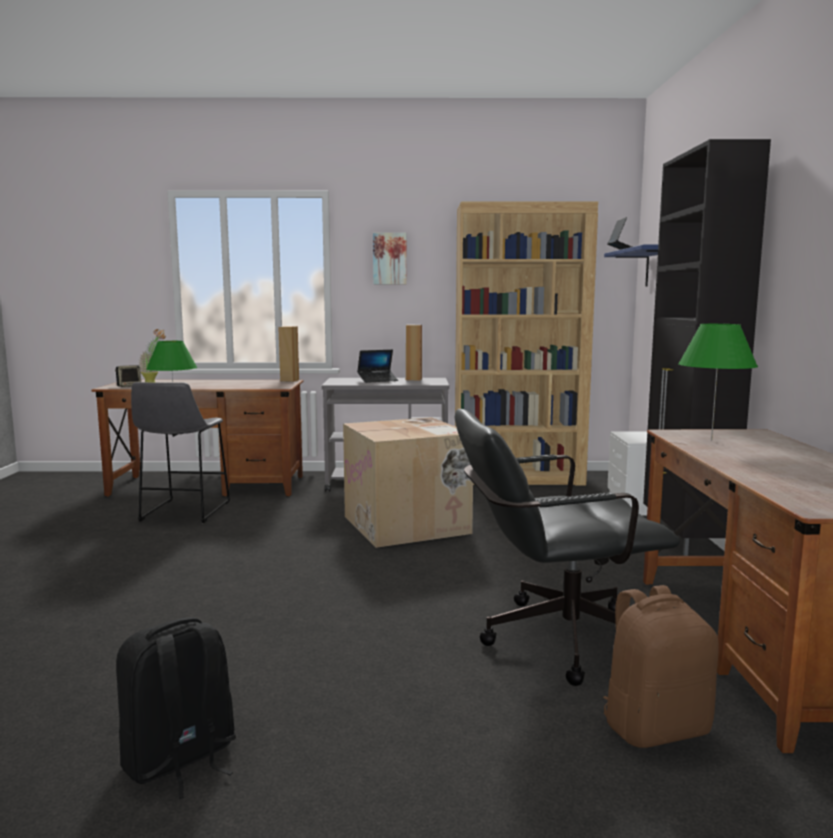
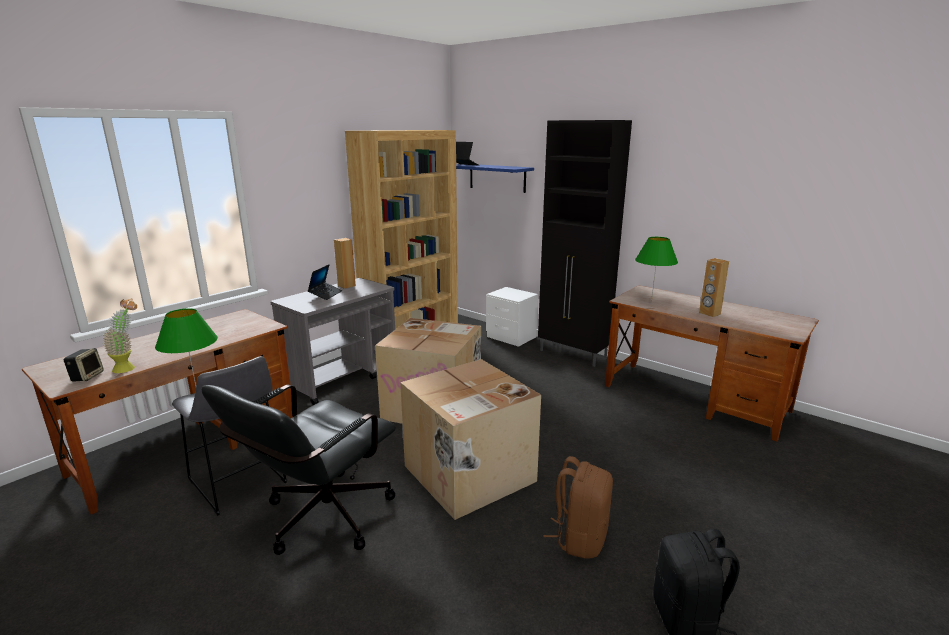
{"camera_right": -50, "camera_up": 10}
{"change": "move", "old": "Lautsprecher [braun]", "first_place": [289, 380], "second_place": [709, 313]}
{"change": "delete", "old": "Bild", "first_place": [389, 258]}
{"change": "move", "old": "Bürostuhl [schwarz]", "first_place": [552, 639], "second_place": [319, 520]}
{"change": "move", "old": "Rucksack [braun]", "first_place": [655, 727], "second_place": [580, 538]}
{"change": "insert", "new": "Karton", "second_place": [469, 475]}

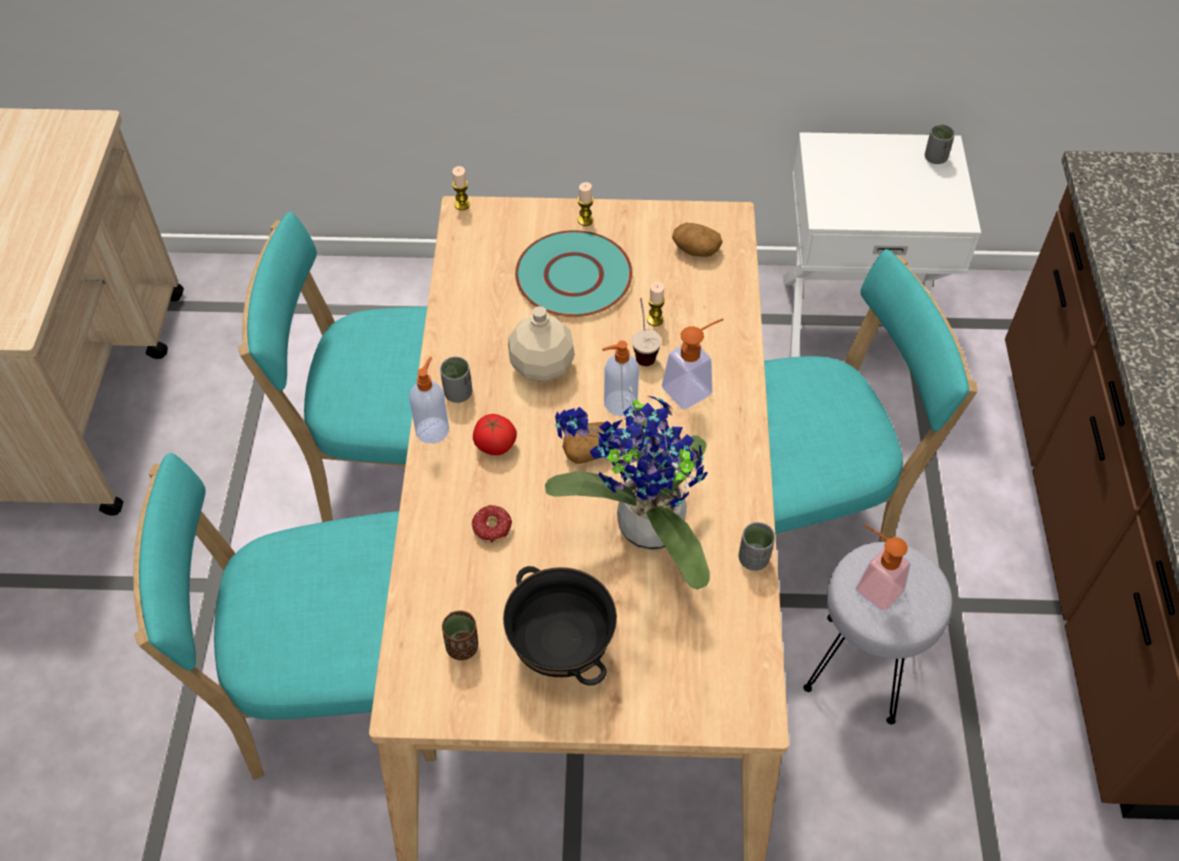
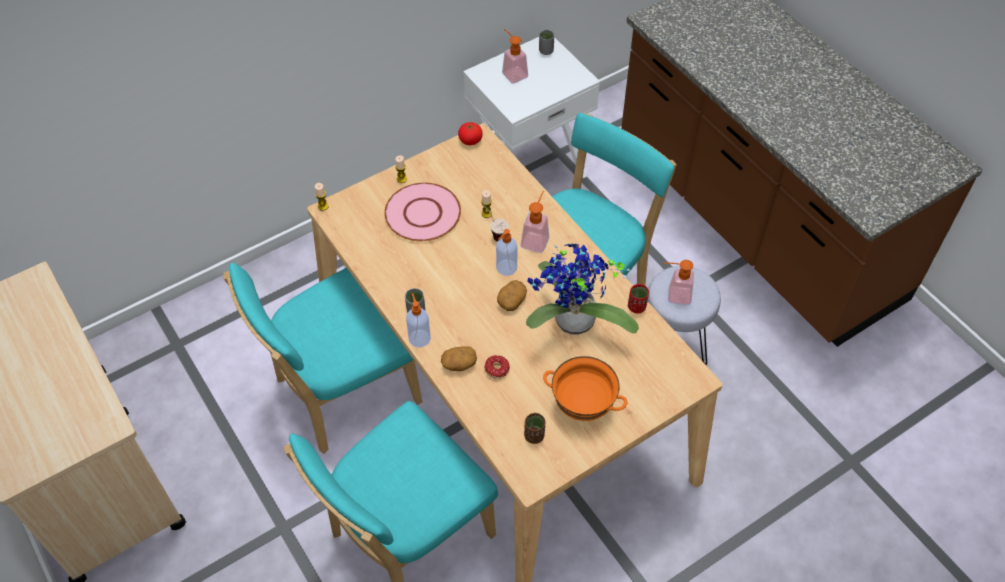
{"camera_right": -35, "camera_up": 0}
{"change": "move", "old": "Tomate", "first_place": [495, 445], "second_place": [470, 140]}
{"change": "recolor", "old": "Schüssel [schwarz]", "new": "Schüssel [orange]", "first_place": [562, 648], "second_place": [583, 405]}
{"change": "delete", "old": "Flasche [beige]", "first_place": [542, 365]}
{"change": "recolor", "old": "Teller [türkis]", "new": "Teller [rosa]", "first_place": [573, 276], "second_place": [422, 213]}
{"change": "move", "old": "Kartoffel", "first_place": [695, 249], "second_place": [459, 364]}
{"change": "recolor", "old": "Tasse [grau]", "new": "Tasse [rot]", "first_place": [753, 559], "second_place": [636, 307]}
{"change": "insert", "new": "Seifenspender", "second_place": [512, 73]}

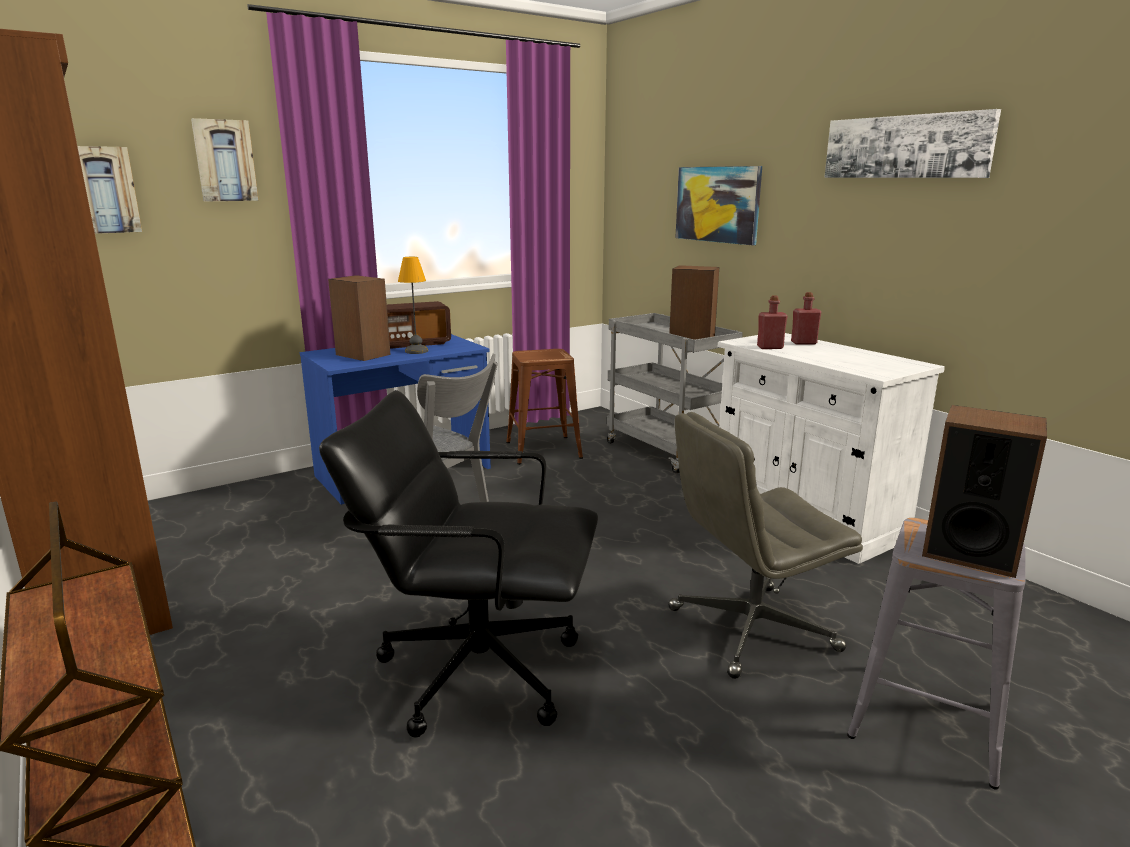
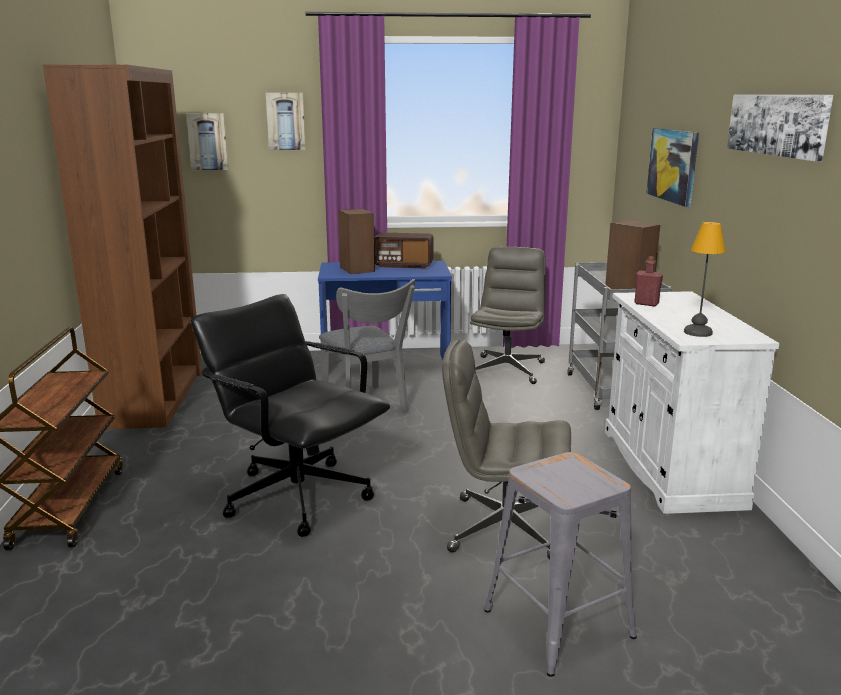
{"camera_right": 30, "camera_up": 0}
{"change": "move", "old": "Tischlampe", "first_place": [417, 351], "second_place": [698, 332]}
{"change": "replace", "old": "Hocker [braun]", "new": "Bürostuhl [grau]", "first_place": [543, 449], "second_place": [507, 369]}
{"change": "delete", "old": "Flasche [rot]", "first_place": [803, 343]}
{"change": "delete", "old": "Lautsprecher", "first_place": [969, 553]}

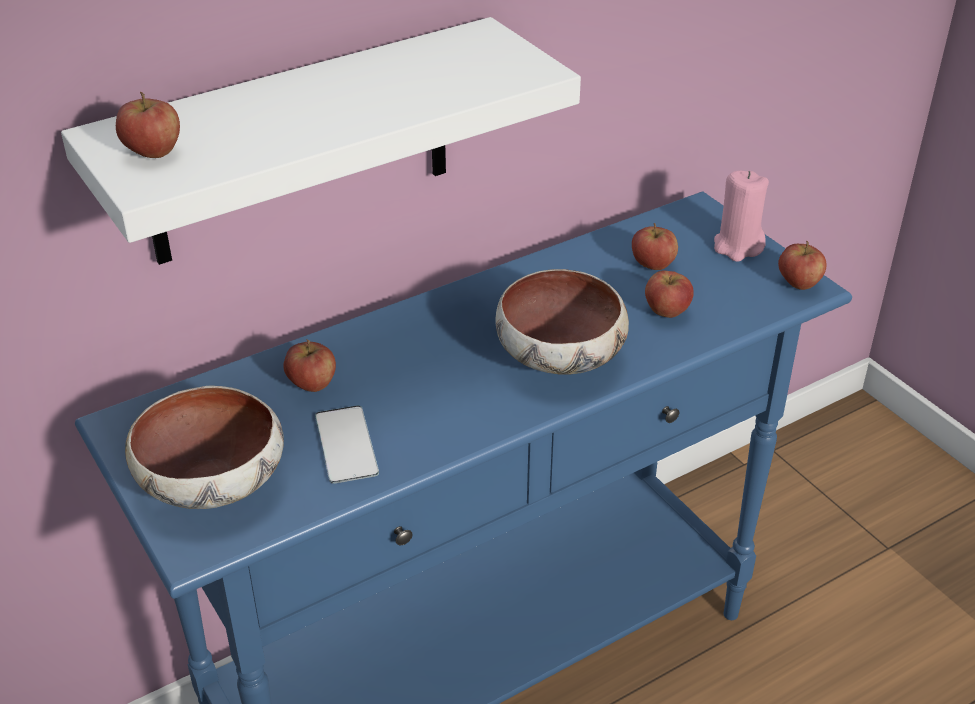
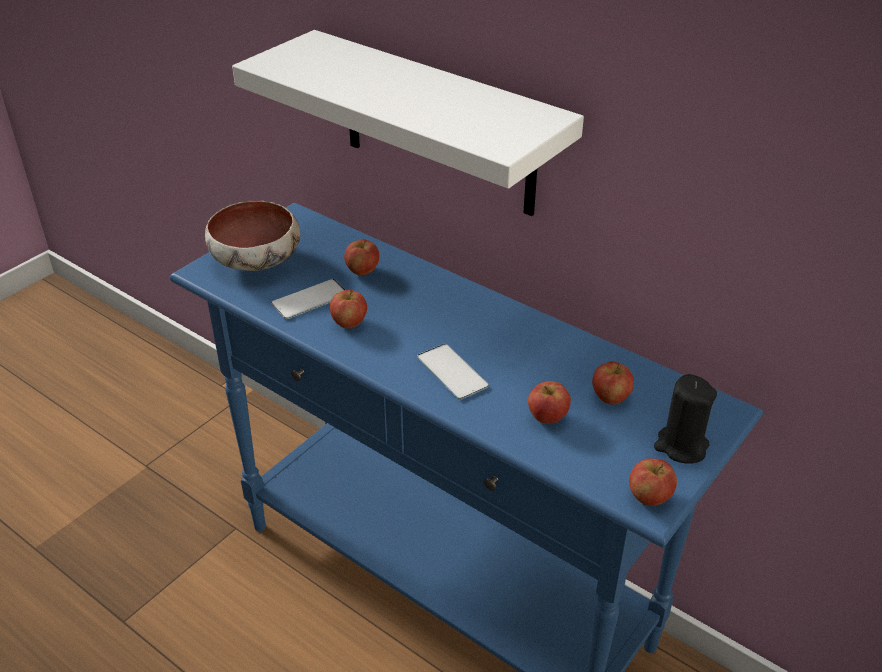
{"camera_right": 70, "camera_up": 0}
{"change": "move", "old": "Apfel", "first_place": [153, 153], "second_place": [349, 323]}
{"change": "replace", "old": "Schüssel", "new": "Handy", "first_place": [561, 357], "second_place": [452, 372]}
{"change": "recolor", "old": "Kerze [rosa]", "new": "Kerze [schwarz]", "first_place": [738, 246], "second_place": [681, 446]}

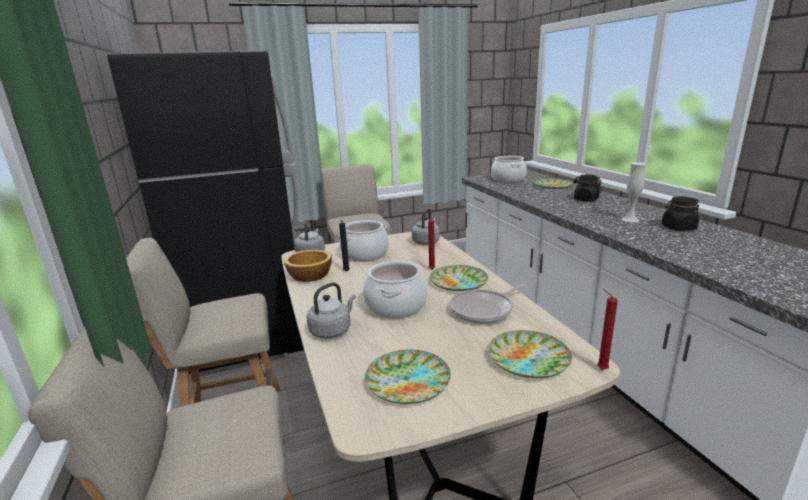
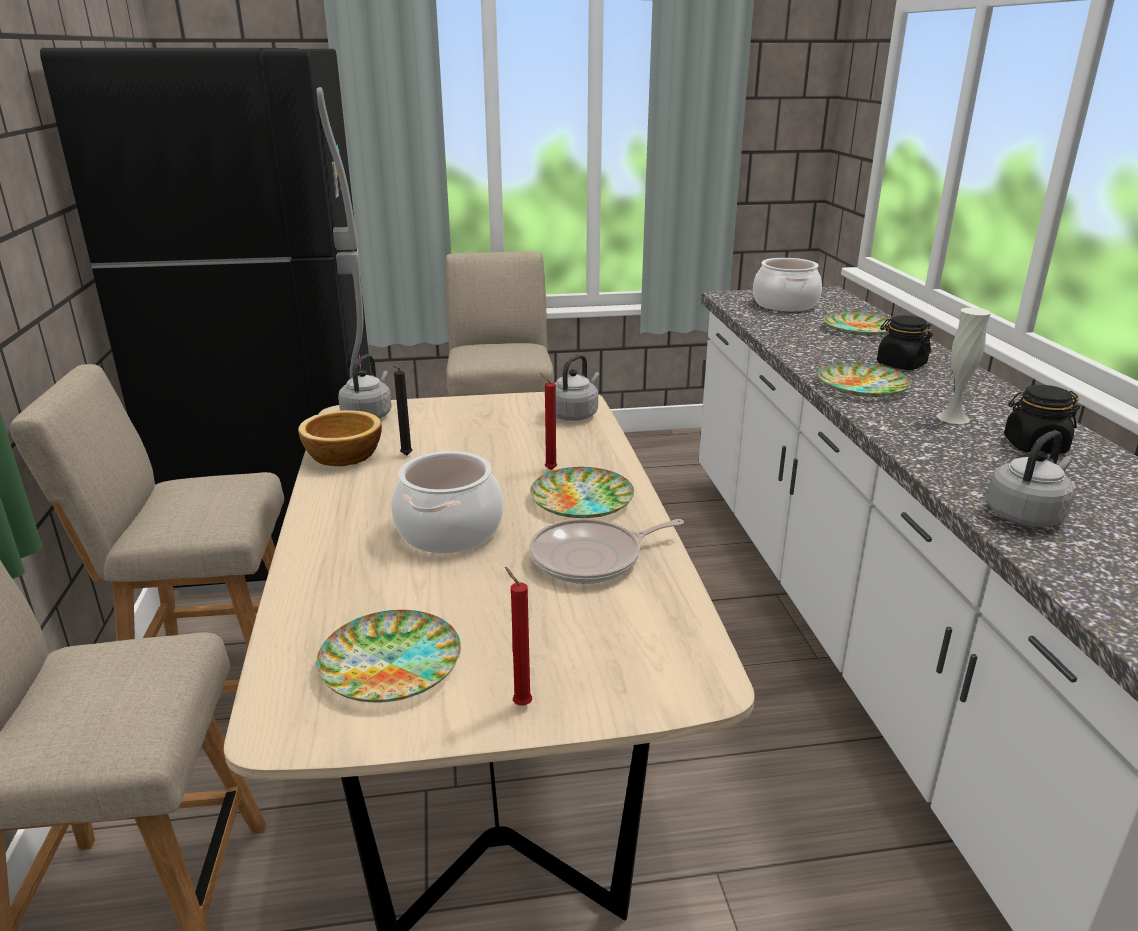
{"camera_right": 10, "camera_up": 5}
{"change": "move", "old": "Wasserkessel [grau]", "first_place": [332, 330], "second_place": [1026, 514]}
{"change": "delete", "old": "Kochtopf", "first_place": [365, 255]}
{"change": "move", "old": "Teller", "first_place": [529, 359], "second_place": [863, 386]}
{"change": "move", "old": "Kerze [rot]", "first_place": [600, 369], "second_place": [520, 703]}

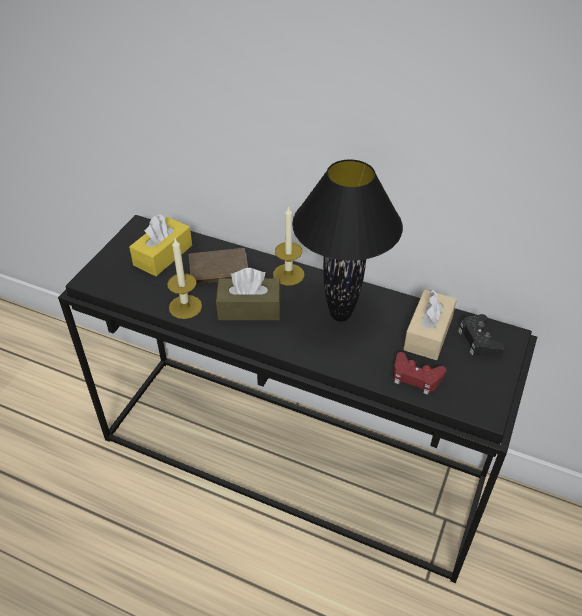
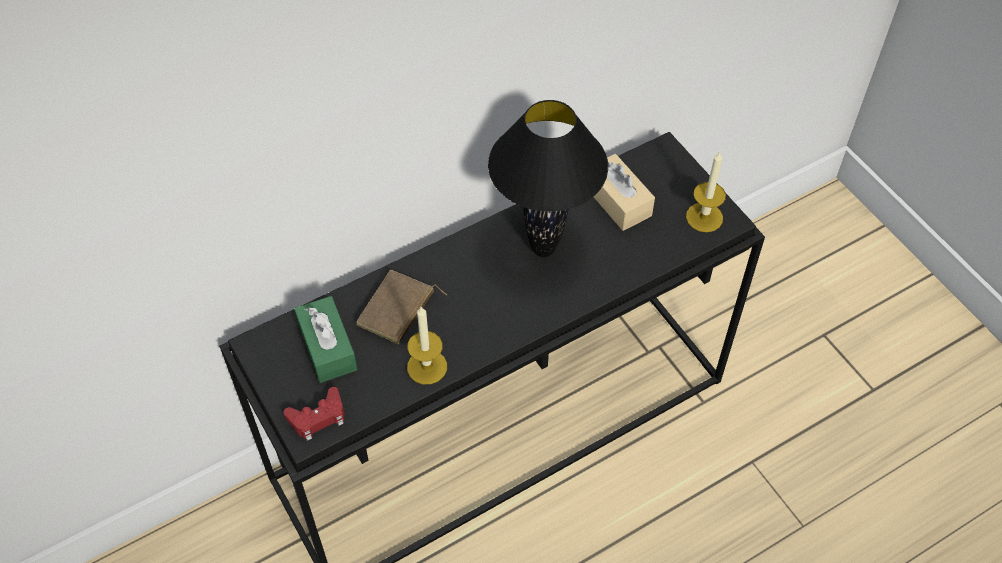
{"camera_right": -55, "camera_up": 10}
{"change": "recolor", "old": "Taschentuchbox [gelb]", "new": "Taschentuchbox [grün]", "first_place": [163, 255], "second_place": [327, 347]}
{"change": "delete", "old": "Taschentuchbox [braun]", "first_place": [249, 309]}
{"change": "move", "old": "Kerze", "first_place": [288, 274], "second_place": [704, 217]}
{"change": "move", "old": "Gamepad [rot]", "first_place": [416, 377], "second_place": [318, 417]}
{"change": "delete", "old": "Gamepad [schwarz]", "first_place": [478, 340]}

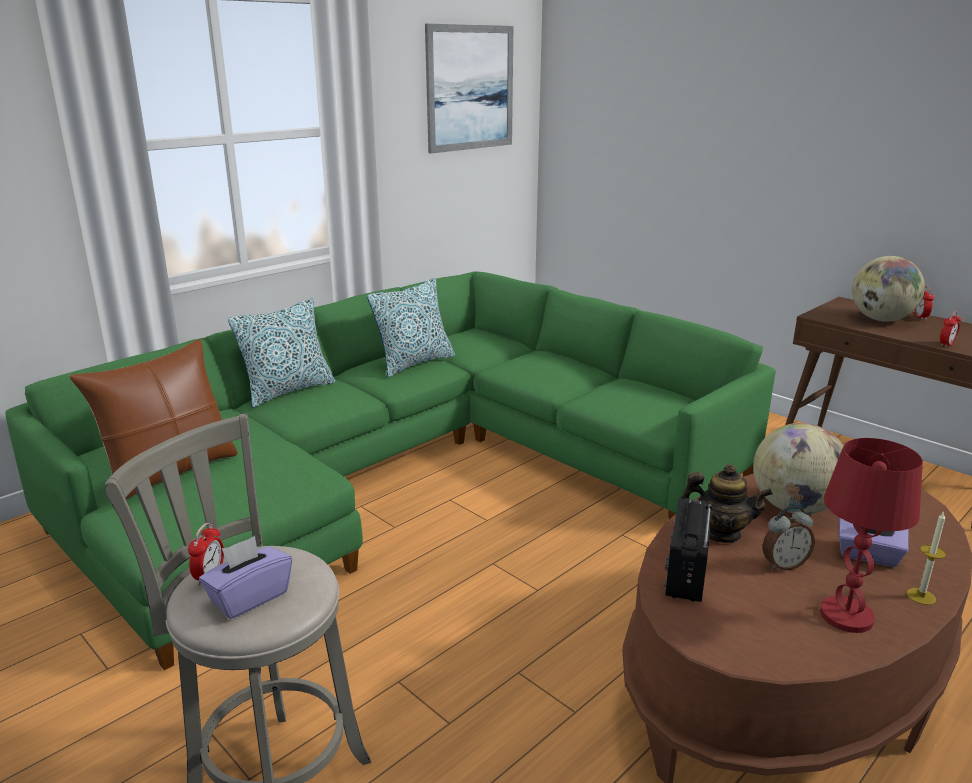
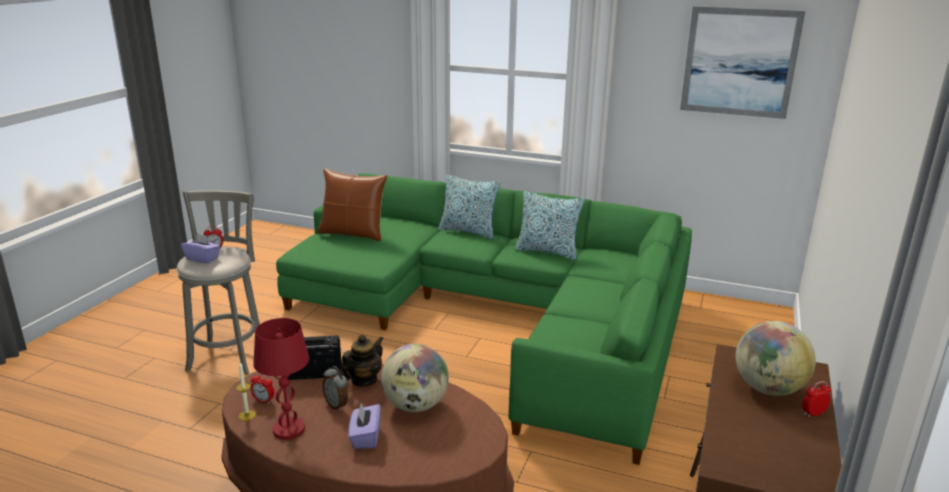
{"camera_right": 65, "camera_up": 0}
{"change": "rotate", "old": "Teekanne", "first_place": [720, 533], "second_place": [364, 380], "degrees": -135}
{"change": "move", "old": "Kerze", "first_place": [921, 596], "second_place": [247, 415]}
{"change": "move", "old": "Wecker", "first_place": [946, 345], "second_place": [263, 401]}

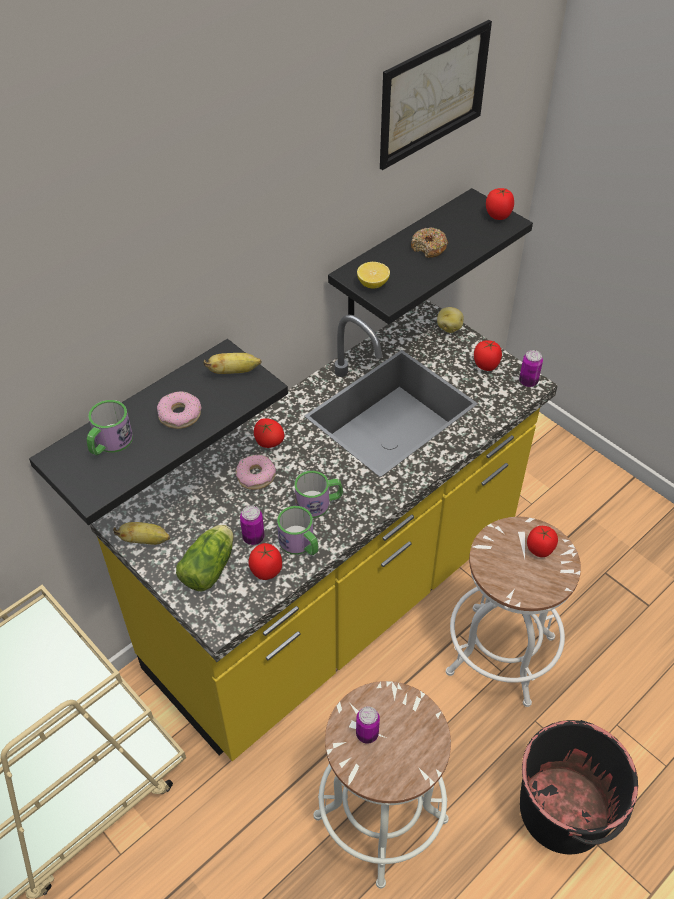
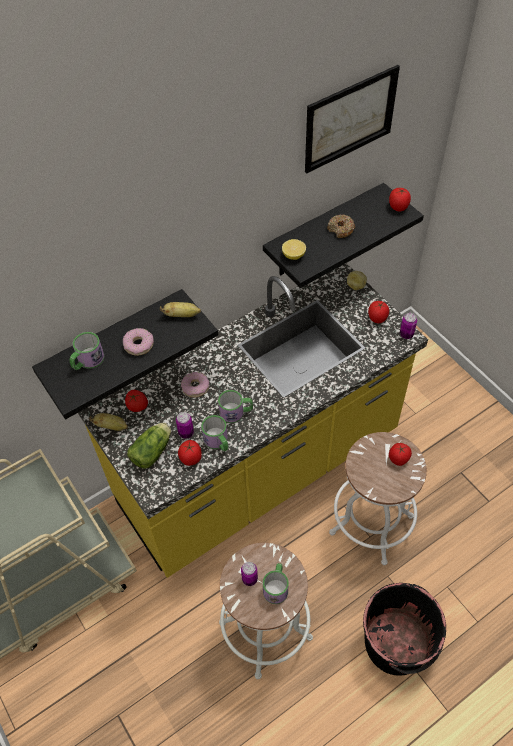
{"camera_right": 10, "camera_up": 5}
{"change": "move", "old": "Tomate", "first_place": [268, 441], "second_place": [137, 406]}
{"change": "insert", "new": "Henkelbecher", "second_place": [276, 586]}

